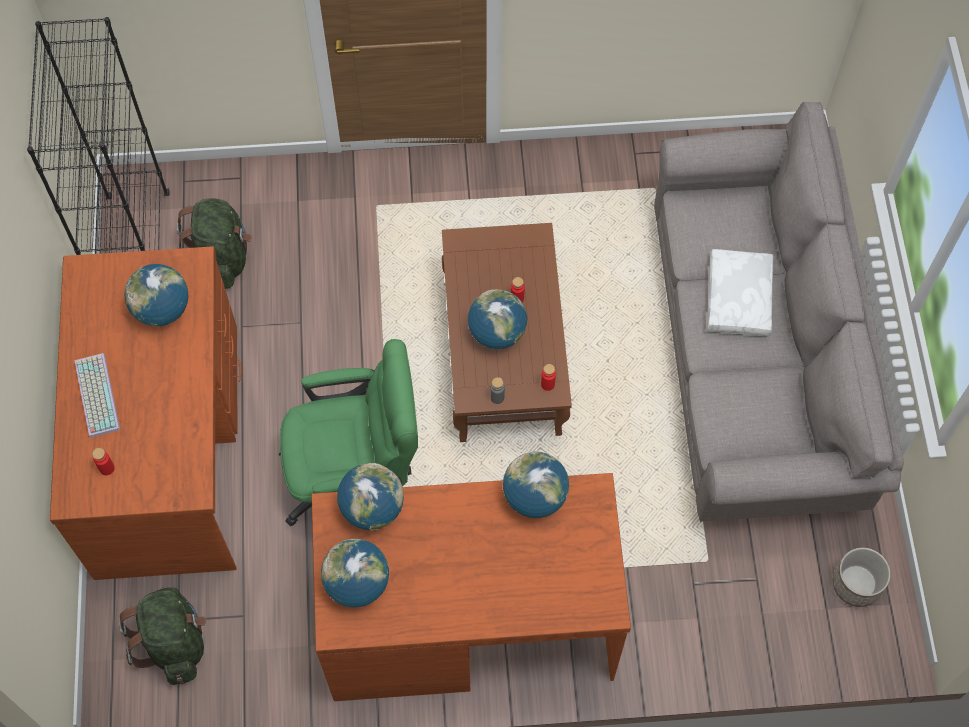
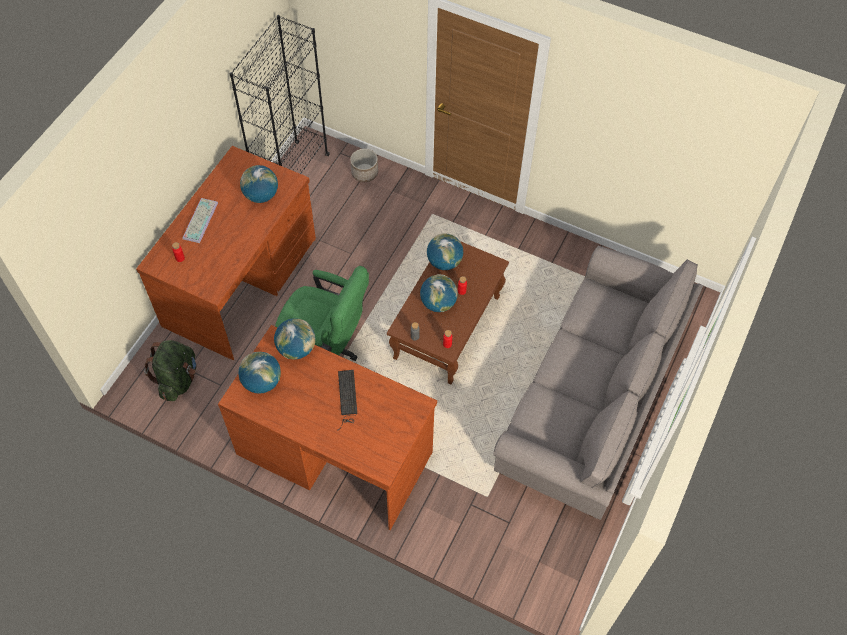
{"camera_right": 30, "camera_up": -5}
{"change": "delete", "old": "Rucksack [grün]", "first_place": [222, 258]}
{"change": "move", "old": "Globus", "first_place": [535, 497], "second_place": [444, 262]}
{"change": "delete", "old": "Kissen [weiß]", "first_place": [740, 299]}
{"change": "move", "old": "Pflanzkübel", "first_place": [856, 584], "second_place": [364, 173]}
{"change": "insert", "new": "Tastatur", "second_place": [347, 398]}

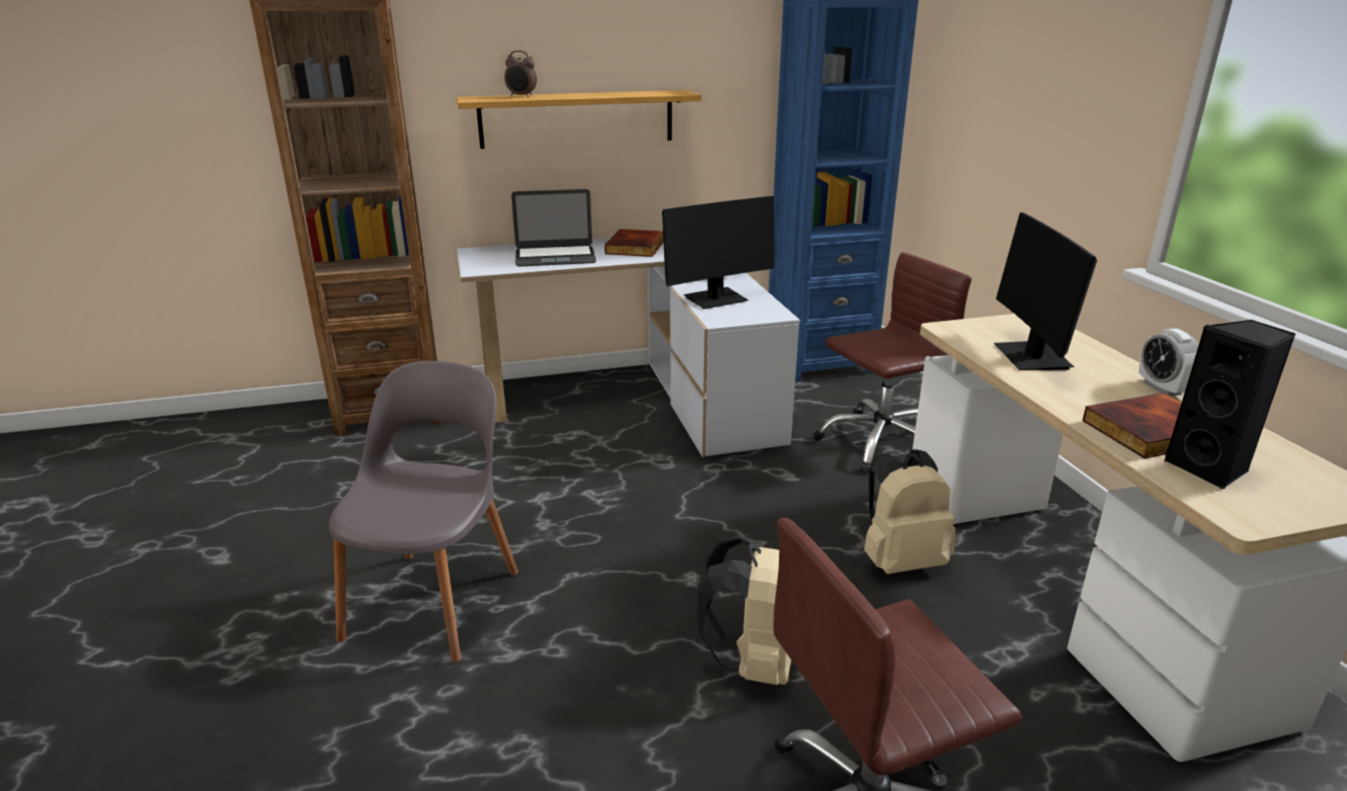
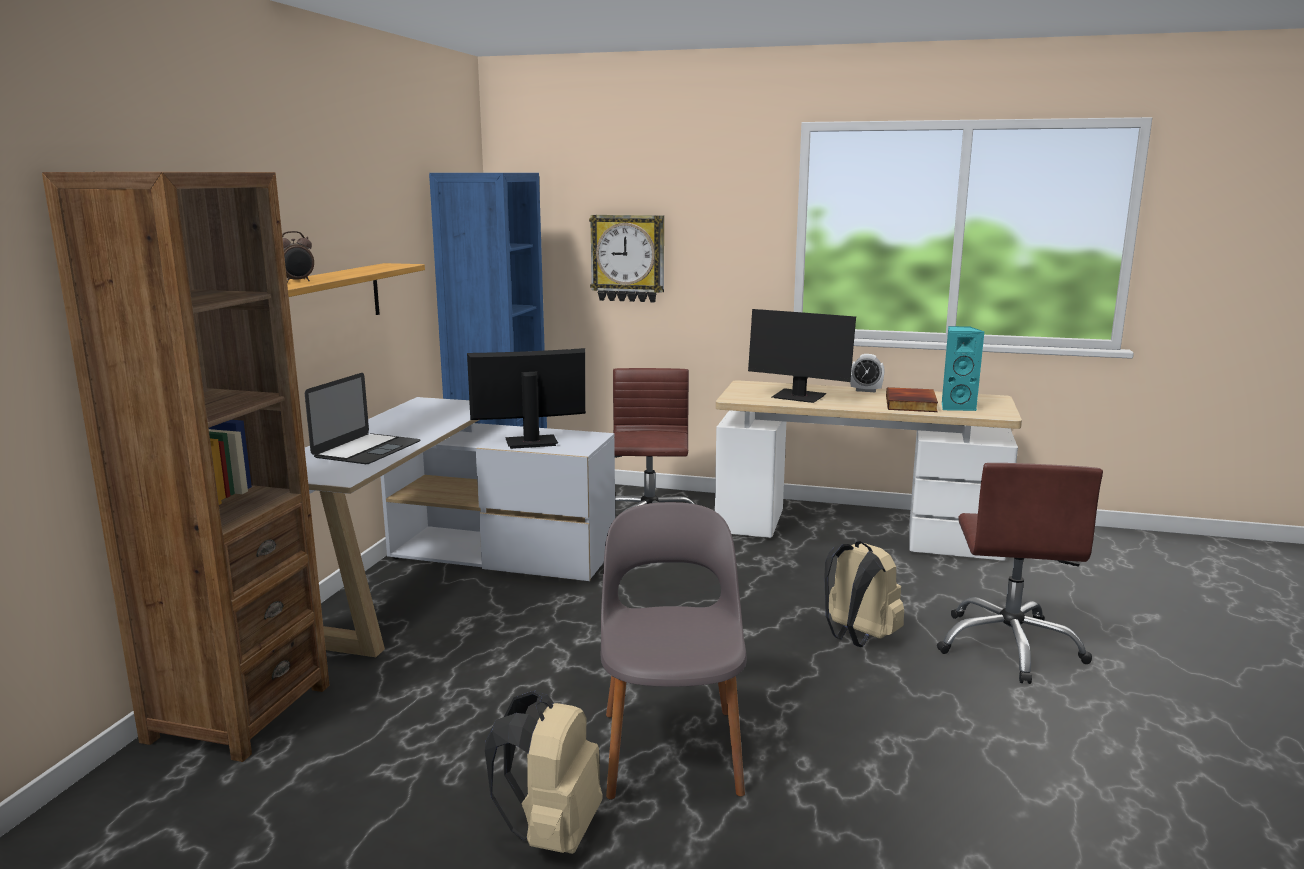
{"camera_right": -60, "camera_up": -10}
{"change": "rotate", "old": "Stuhl [grau]", "first_place": [435, 600], "second_place": [672, 748], "degrees": 45}
{"change": "delete", "old": "Buch", "first_place": [637, 247]}
{"change": "rotate", "old": "Monitor", "first_place": [715, 299], "second_place": [531, 442], "degrees": -105}
{"change": "move", "old": "Rucksack [beige]", "first_place": [900, 561], "second_place": [551, 832]}
{"change": "recolor", "old": "Lautsprecher [schwarz]", "new": "Lautsprecher [türkis]", "first_place": [1210, 469], "second_place": [956, 407]}
{"change": "insert", "new": "Wanduhr", "second_place": [628, 258]}

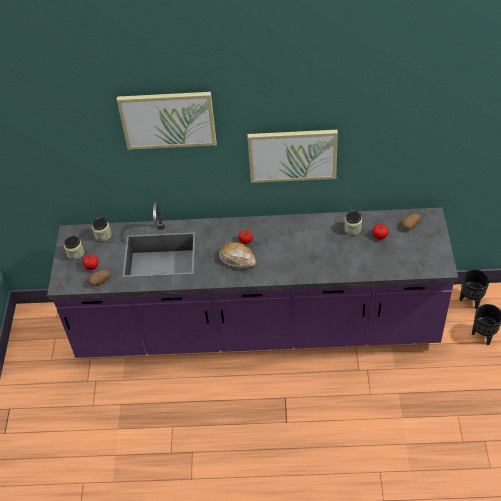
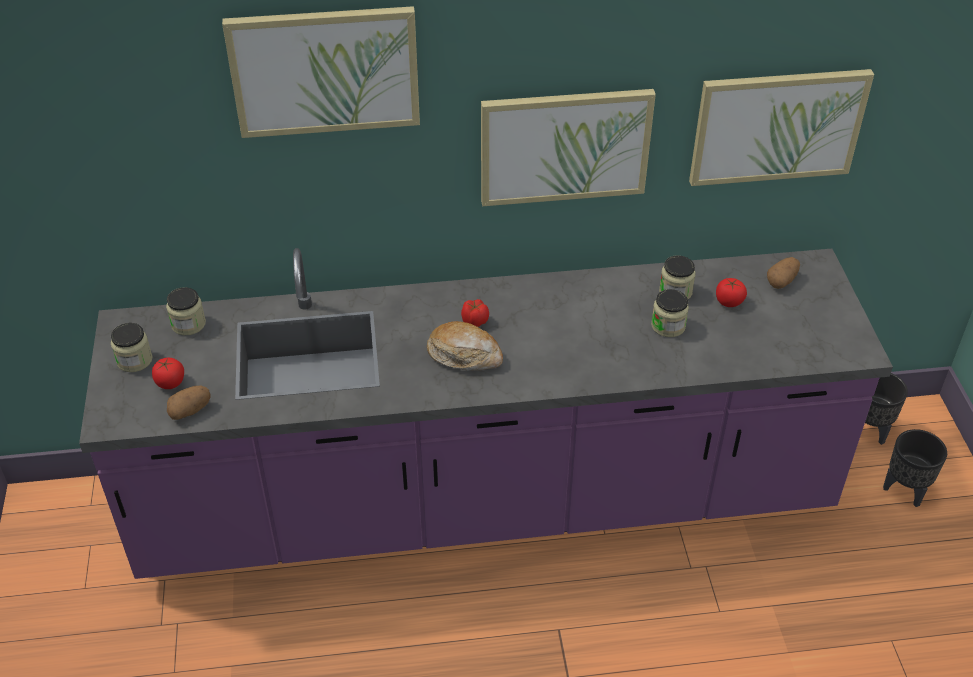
{"camera_right": -10, "camera_up": -5}
{"change": "insert", "new": "Vorratsglas", "second_place": [668, 326]}
{"change": "insert", "new": "Bild", "second_place": [777, 126]}

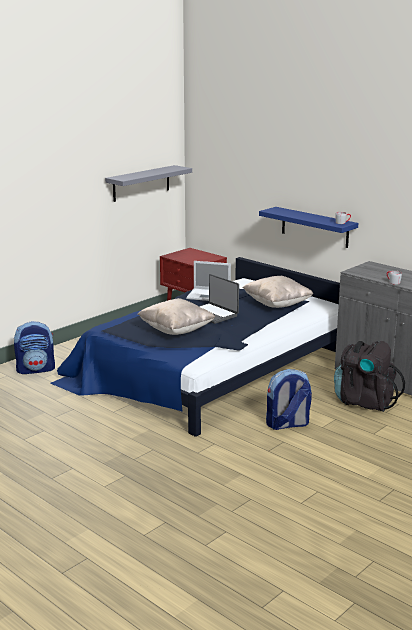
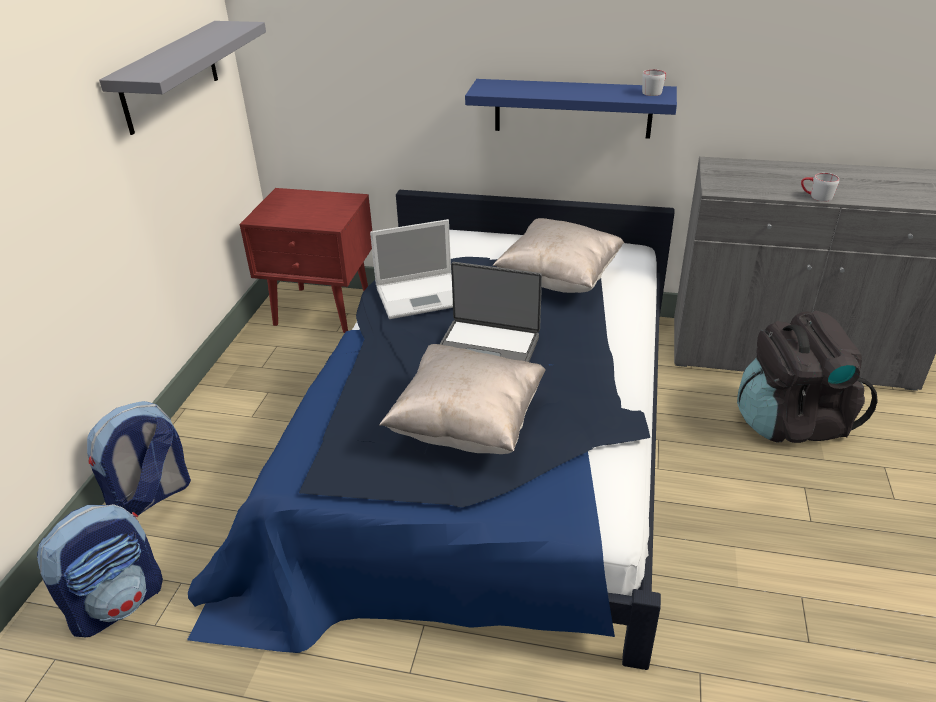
{"camera_right": -30, "camera_up": 15}
{"change": "move", "old": "Rucksack", "first_place": [287, 424], "second_place": [152, 497]}

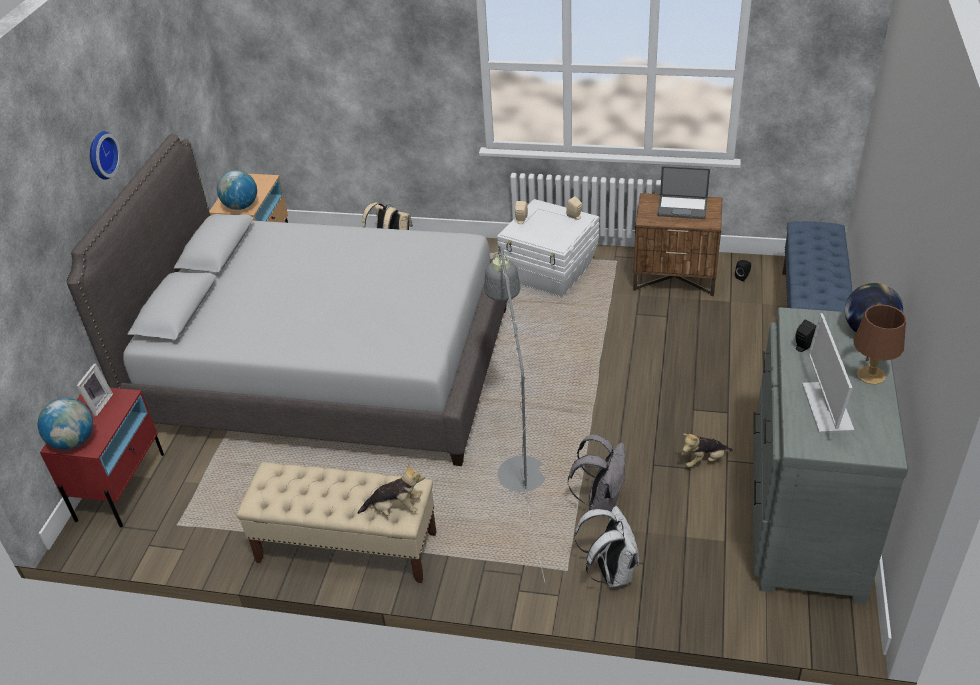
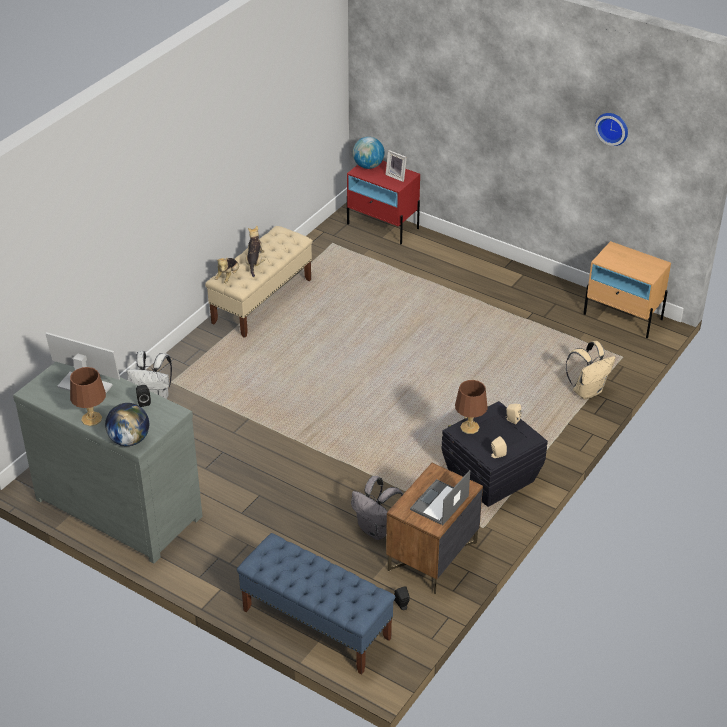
{"camera_right": 110, "camera_up": 0}
{"change": "delete", "old": "Bett [grau]", "first_place": [328, 367]}
{"change": "move", "old": "Wanduhr", "first_place": [100, 155], "second_place": [612, 127]}
{"change": "delete", "old": "Globus", "first_place": [241, 206]}
{"change": "delete", "old": "Stehlampe [grau]", "first_place": [519, 464]}
{"change": "recolor", "old": "Aufbewahrungsbox [weiß]", "new": "Aufbewahrungsbox [schwarz]", "first_place": [550, 273], "second_place": [490, 476]}
{"change": "move", "old": "Rucksack [grau]", "first_place": [601, 500], "second_place": [376, 530]}
{"change": "move", "old": "Plüschtier", "first_place": [704, 460], "second_place": [255, 263]}
{"change": "insert", "new": "Tischlampe [braun]", "second_place": [470, 427]}

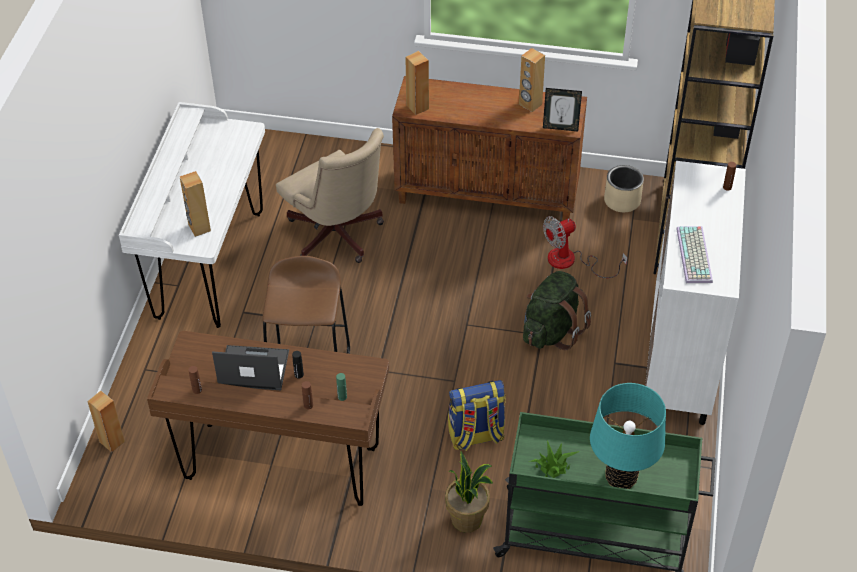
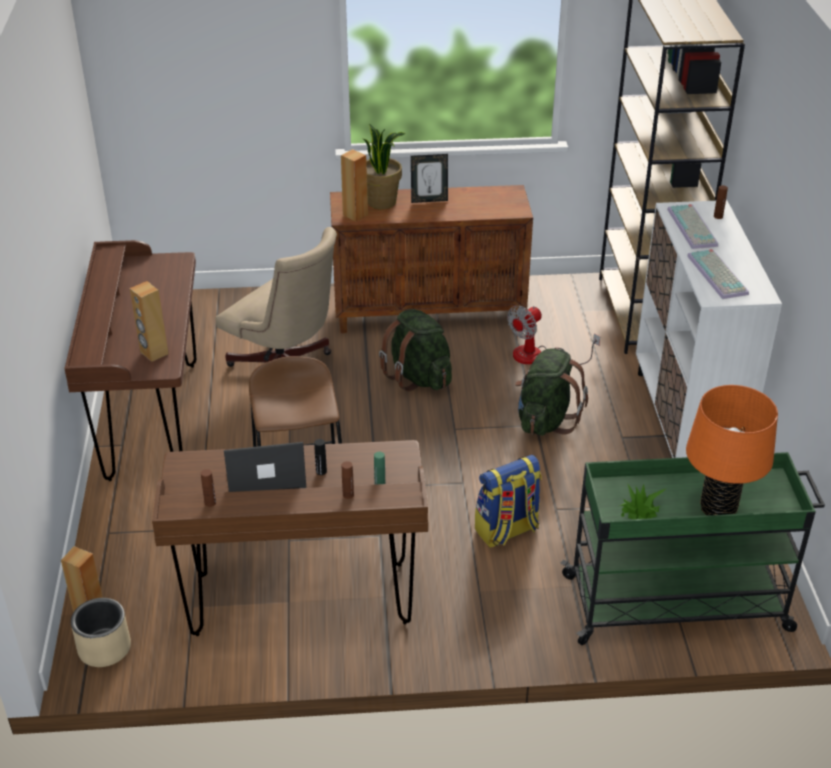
{"camera_right": -15, "camera_up": -10}
{"change": "recolor", "old": "Schreibtisch [weiß]", "new": "Schreibtisch [braun]", "first_place": [209, 265], "second_place": [152, 420]}
{"change": "move", "old": "Topfpflanze", "first_place": [467, 519], "second_place": [382, 202]}
{"change": "delete", "old": "Lautsprecher [braun]", "first_place": [530, 104]}
{"change": "move", "old": "Bilderrahmen", "first_place": [560, 127], "second_place": [429, 200]}
{"change": "recolor", "old": "Tischlampe [türkis]", "new": "Tischlampe [orange]", "first_place": [621, 478], "second_place": [718, 509]}
{"change": "move", "old": "Pflanzkübel [beige]", "first_place": [622, 201], "second_place": [105, 648]}
{"change": "insert", "new": "Rucksack [grün]", "second_place": [418, 377]}
{"change": "insert", "new": "Tastatur", "second_place": [693, 228]}

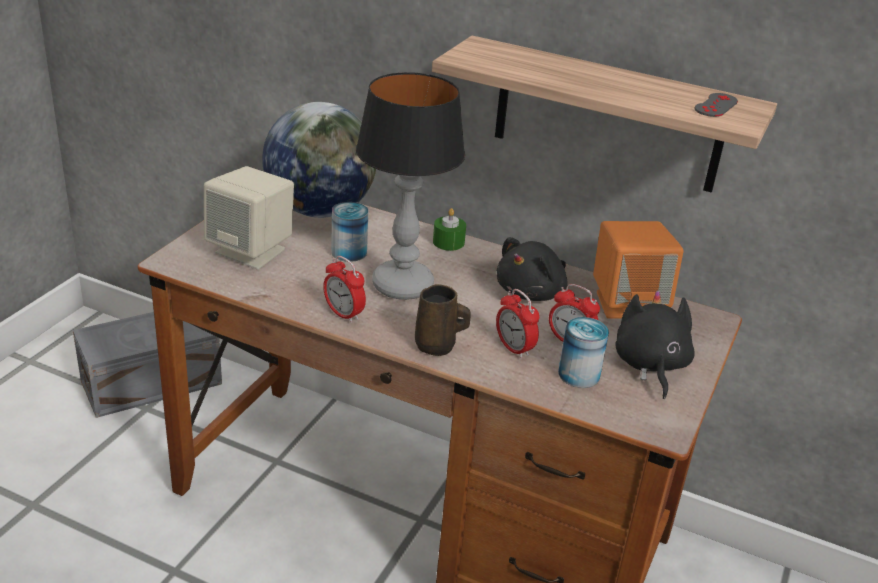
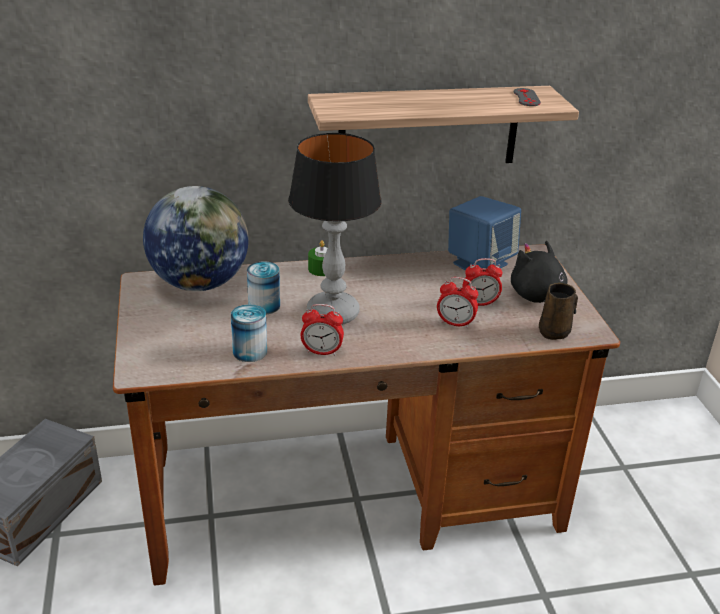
{"camera_right": -35, "camera_up": 0}
{"change": "delete", "old": "Lautsprecher [beige]", "first_place": [251, 251]}
{"change": "move", "old": "Henkelbecher [braun]", "first_place": [437, 346], "second_place": [555, 332]}
{"change": "delete", "old": "Plüschtier [schwarz]", "first_place": [532, 292]}
{"change": "move", "old": "Dose", "first_place": [579, 374], "second_place": [250, 351]}
{"change": "recolor", "old": "Lautsprecher [orange]", "new": "Lautsprecher [blau]", "first_place": [627, 304], "second_place": [479, 263]}

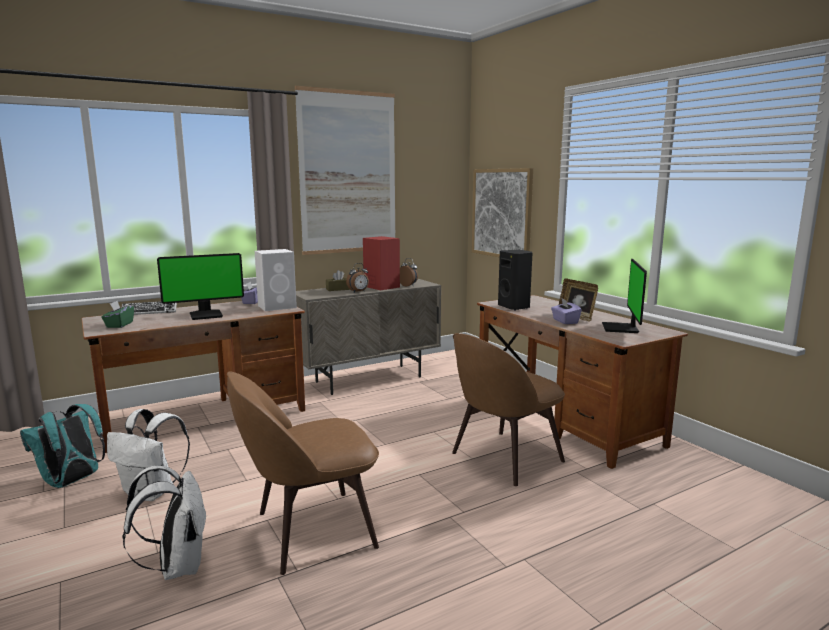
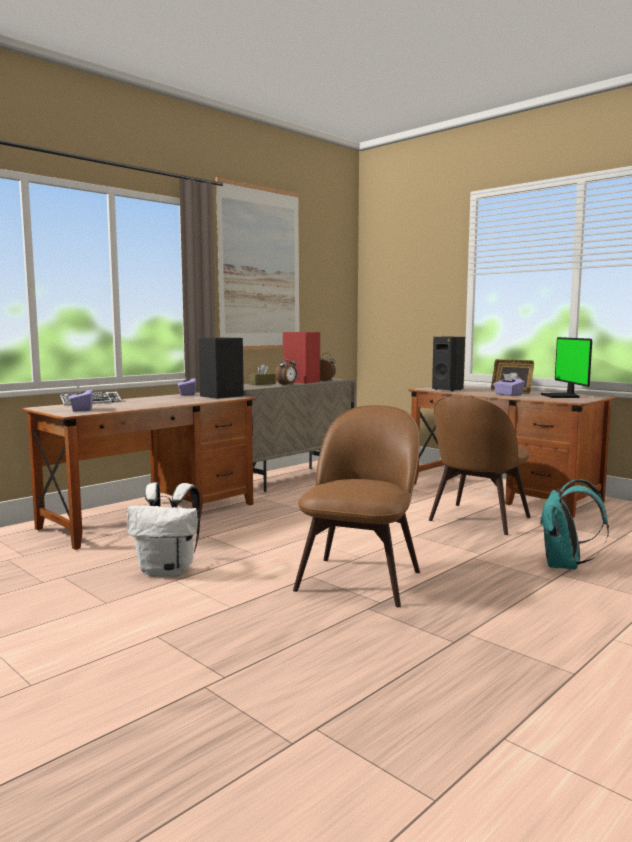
{"camera_right": -15, "camera_up": -5}
{"change": "move", "old": "Rucksack [türkis]", "first_place": [71, 481], "second_place": [565, 565]}
{"change": "recolor", "old": "Taschentuchbox [grün]", "new": "Taschentuchbox [lila]", "first_place": [119, 325], "second_place": [82, 410]}
{"change": "delete", "old": "Rucksack [weiß]", "first_place": [177, 566]}
{"change": "delete", "old": "Monitor", "first_place": [206, 315]}
{"change": "rotate", "old": "Stuhl [braun]", "first_place": [309, 531], "second_place": [360, 578], "degrees": 150}
{"change": "recolor", "old": "Lautsprecher [weiß]", "new": "Lautsprecher [schwarz]", "first_place": [278, 306], "second_place": [222, 396]}
{"change": "delete", "old": "Bild", "first_place": [501, 213]}

